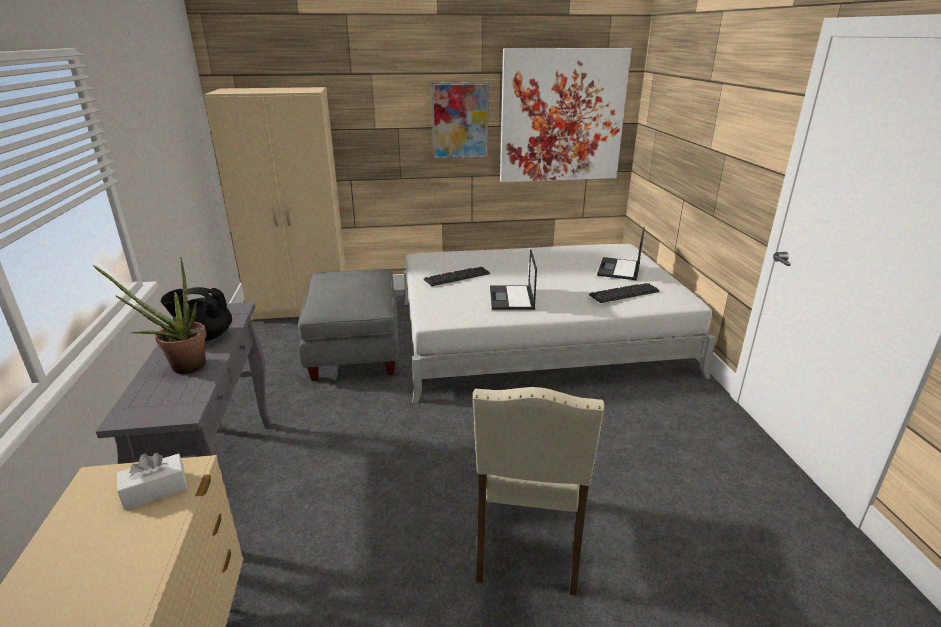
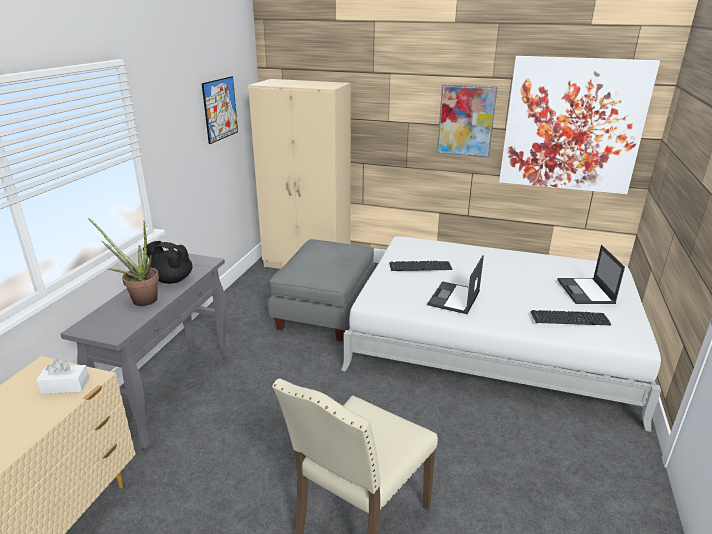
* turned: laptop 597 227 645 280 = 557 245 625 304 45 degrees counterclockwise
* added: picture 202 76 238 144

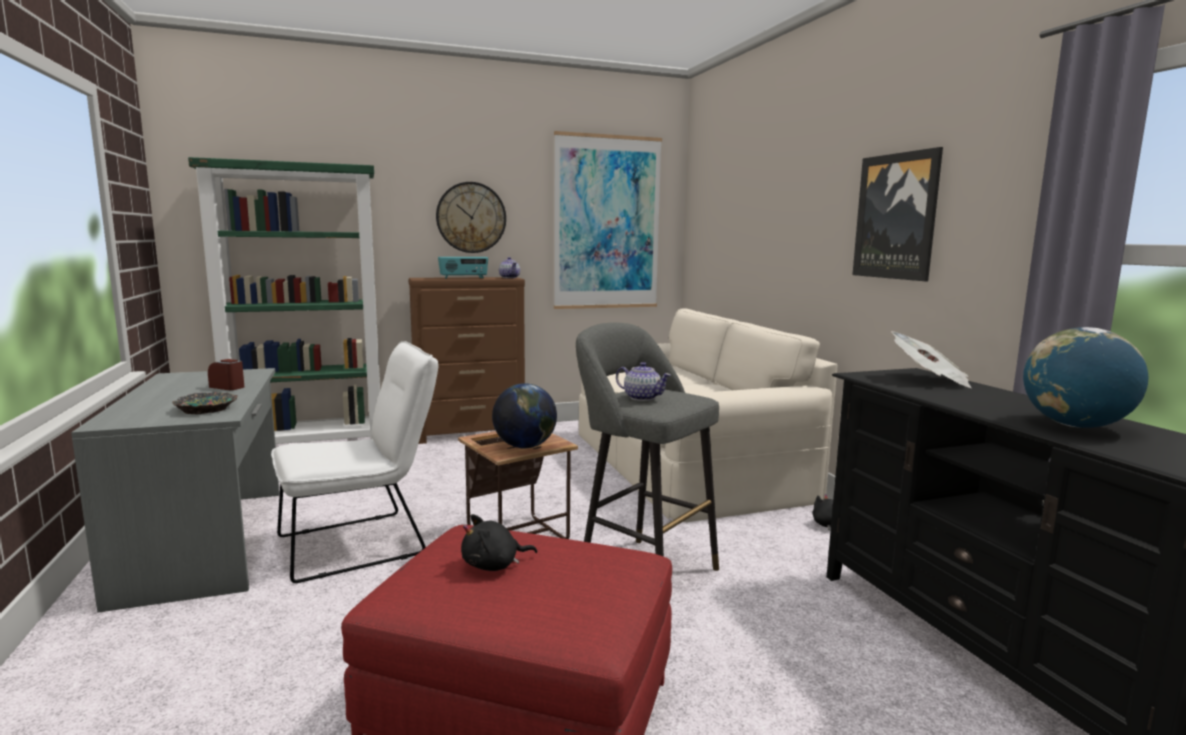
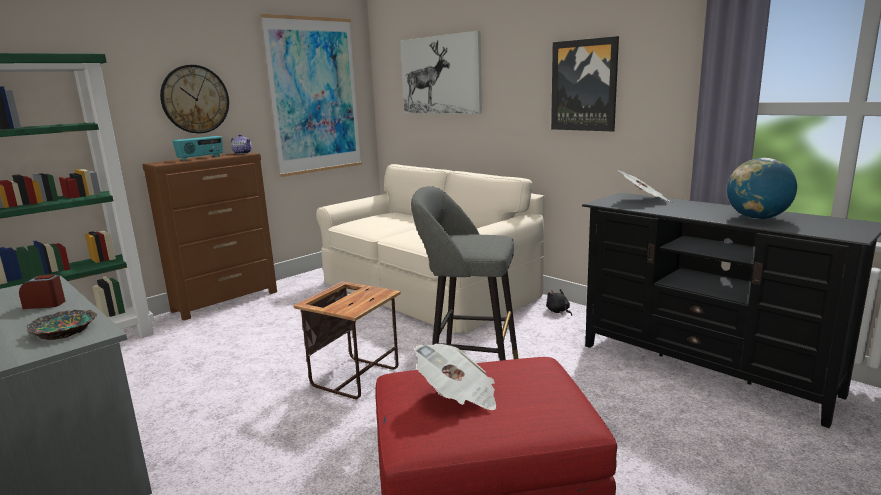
* removed: chair (white) 271 341 439 583
* removed: teapot 616 362 671 401
* removed: globe 492 383 557 449
* replaced: plush toy (black) 461 514 537 571 to newspaper 415 344 496 410
* added: picture 400 31 482 114

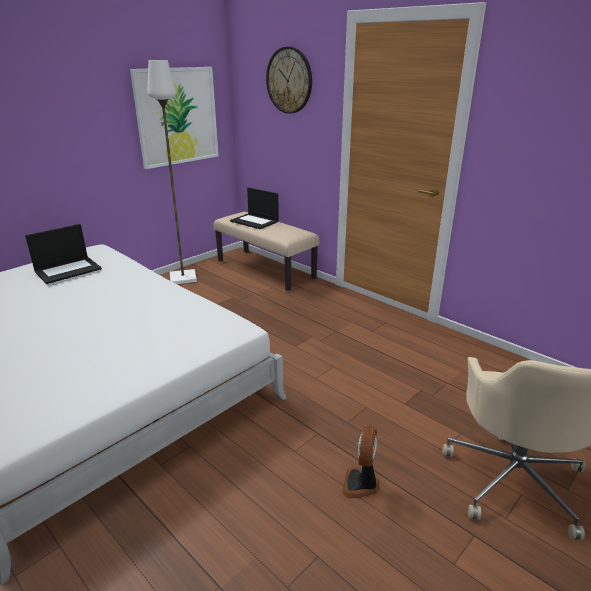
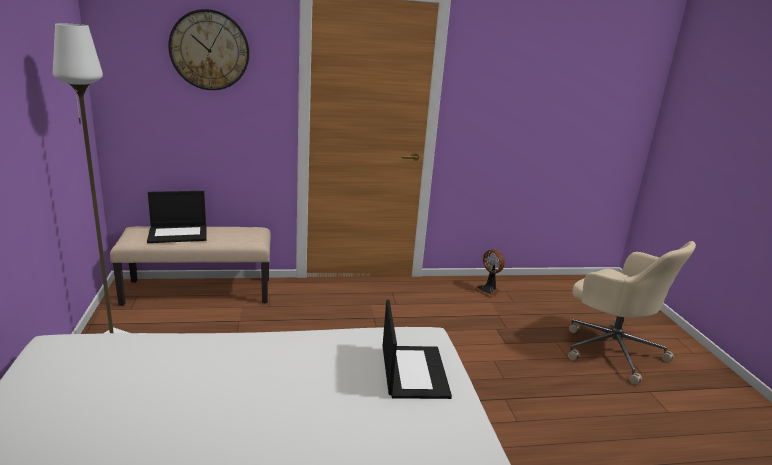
* removed: picture 130 67 218 169
* moved: laptop 25 224 102 284 to 383 300 452 399
* moved: fan 342 425 379 498 to 473 249 505 298

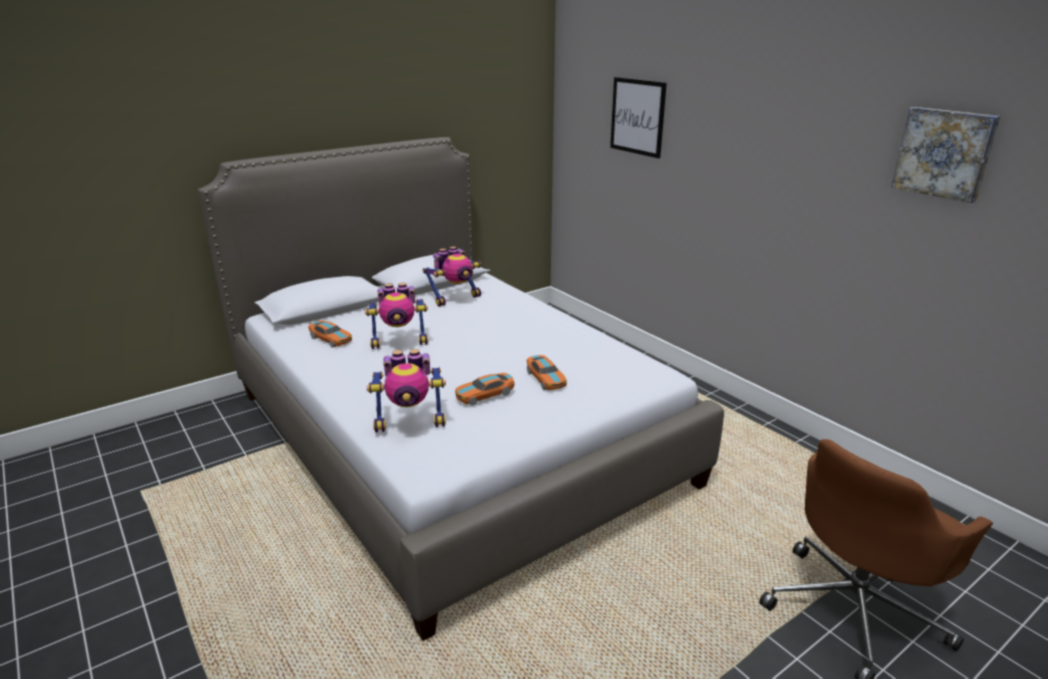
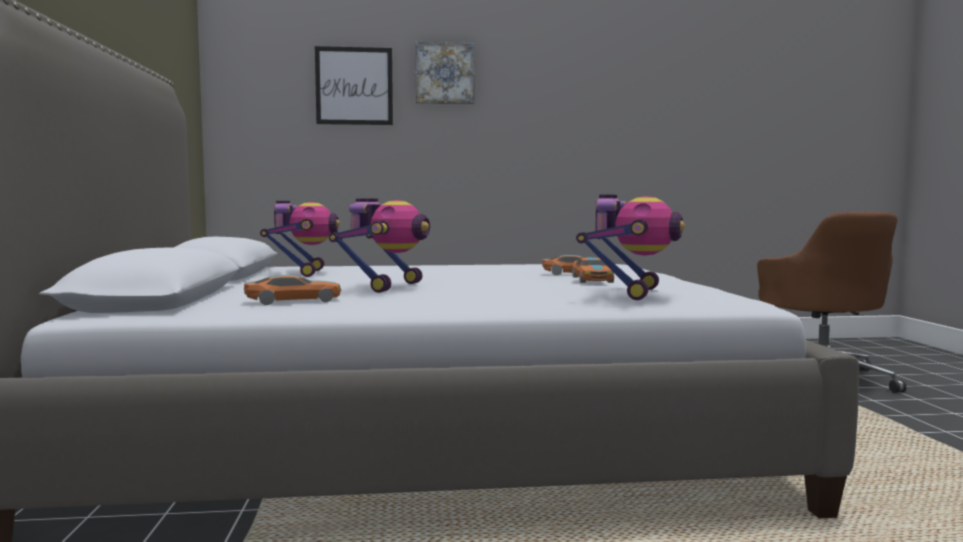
* moved: picture 891 107 1001 203 to 415 42 474 104

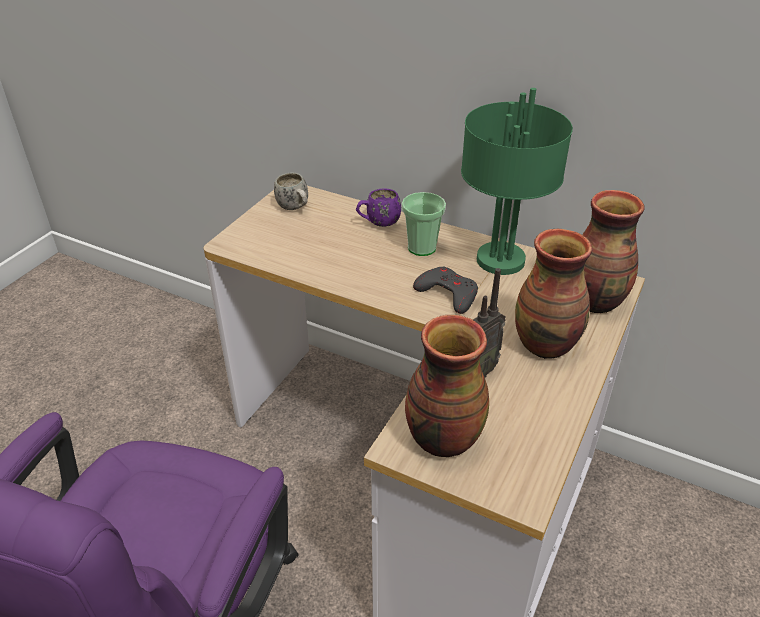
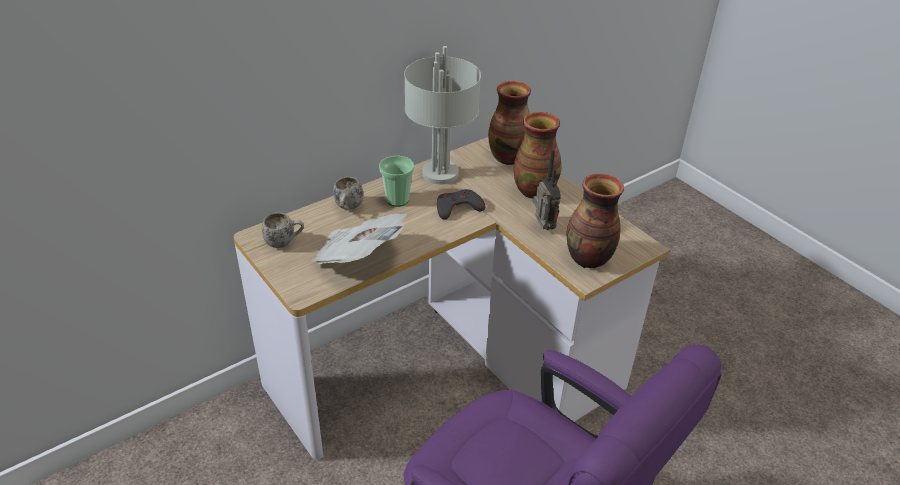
* recoloured: table lamp (green) 461 88 573 275 to table lamp (grey) 404 46 481 184
* recoloured: mug (purple) 356 188 401 227 to mug (white) 333 177 364 210
* added: newspaper 311 214 407 264

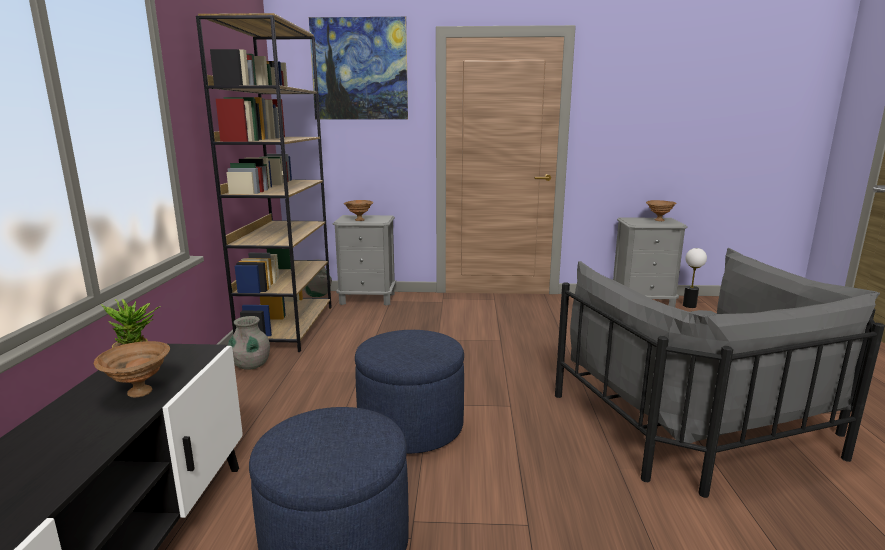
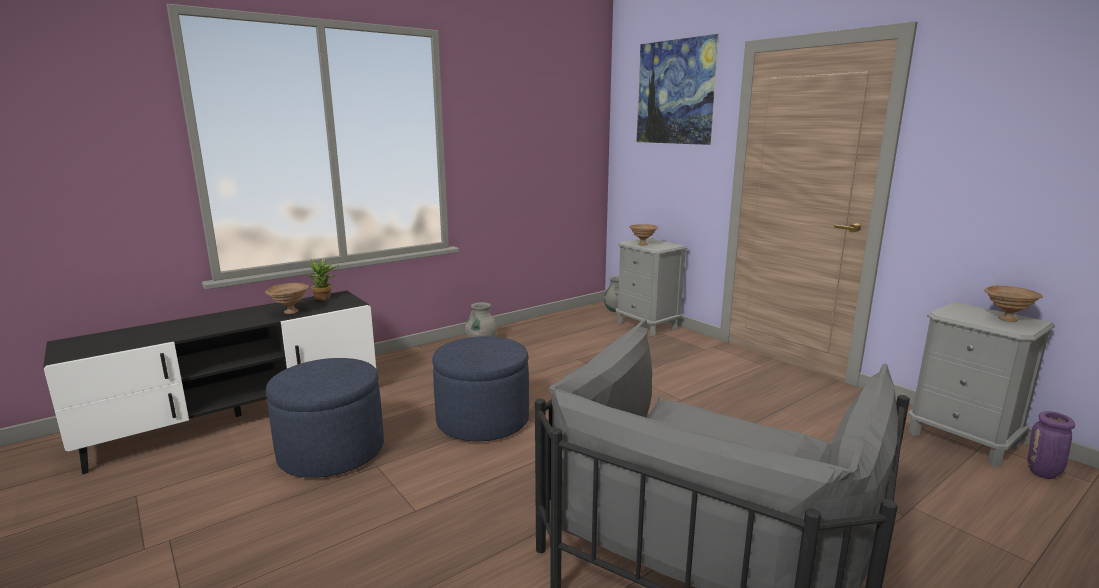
* removed: bookcase (brown) 196 13 332 352
* replaced: table lamp 683 248 707 308 to vase (purple) 1028 411 1075 479

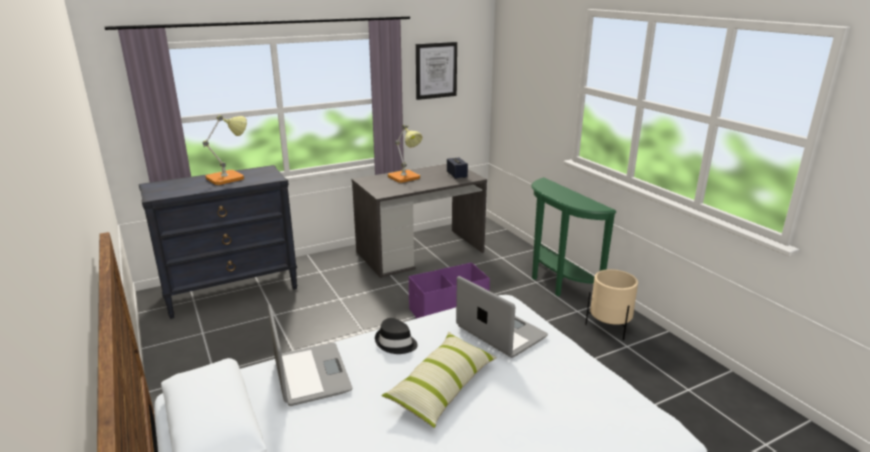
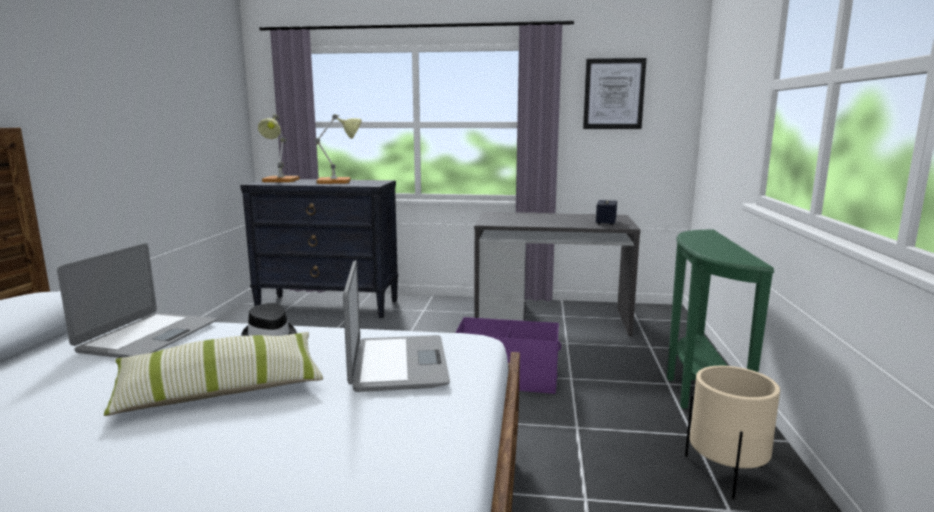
* moved: table lamp 388 125 422 183 to 258 114 300 182

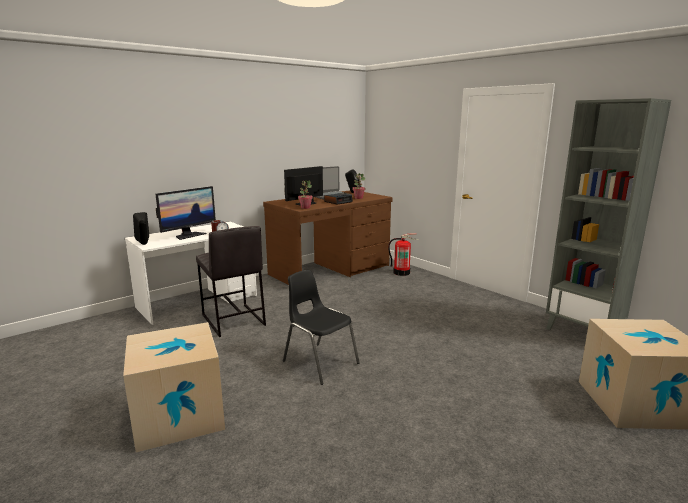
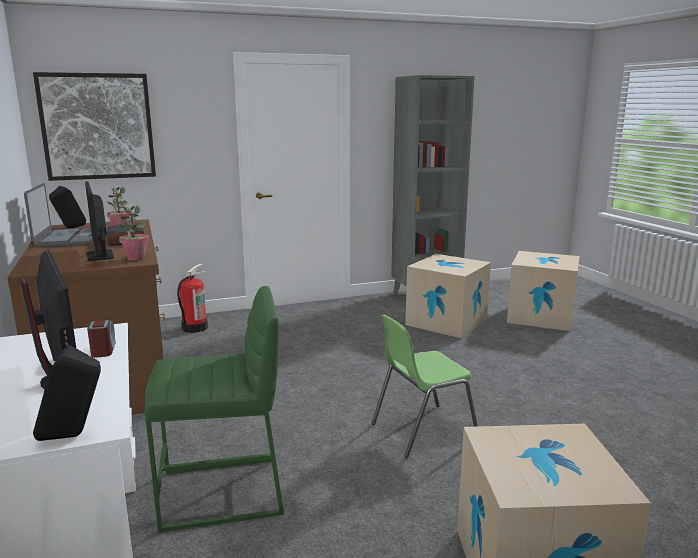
* recoloured: stool (grey) 196 226 266 337 to stool (green) 144 286 284 532
* recoloured: chair (black) 283 270 360 385 to chair (green) 372 315 478 458
* added: picture 33 72 156 181
* added: cardboard box 405 254 491 338

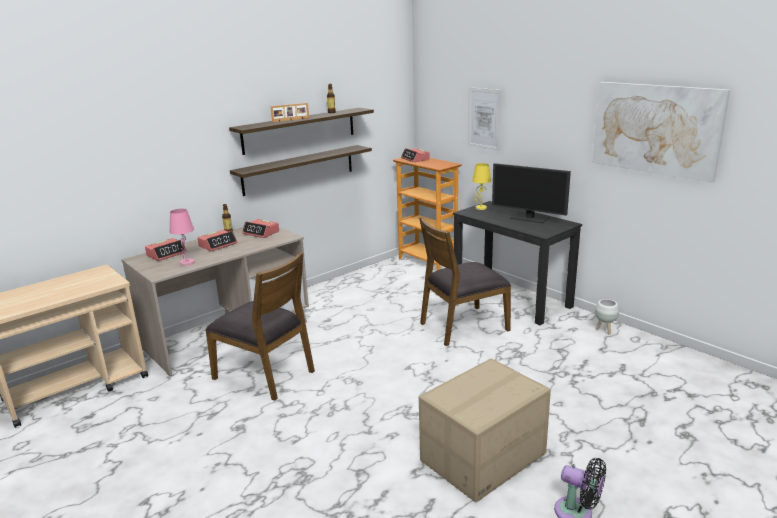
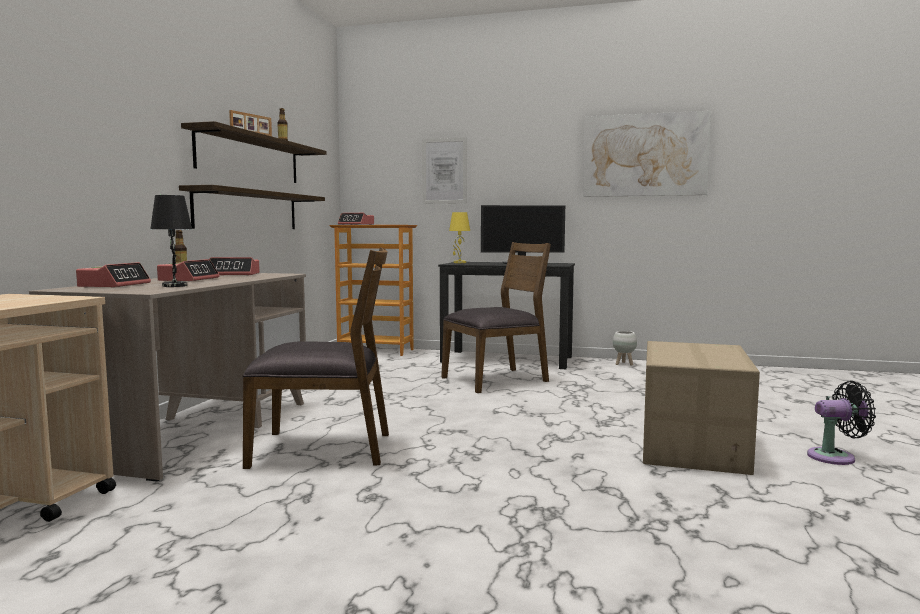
* recoloured: table lamp (pink) 170 209 195 266 to table lamp (black) 150 195 192 287
* turned: chair (brown) 419 217 511 346 = 441 242 551 393 150 degrees counterclockwise

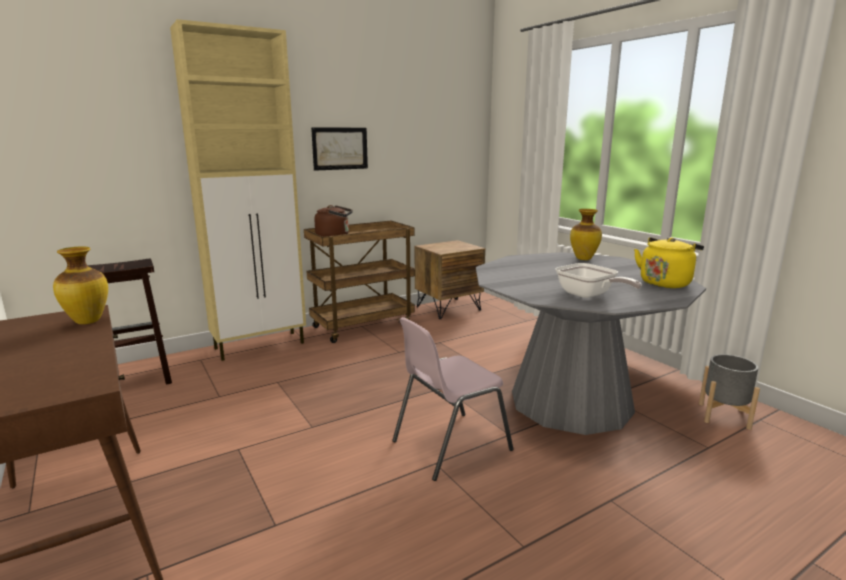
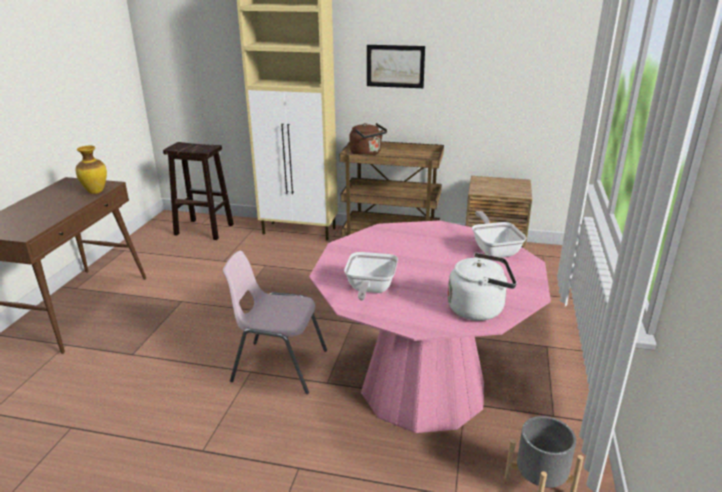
* replaced: vase 570 209 602 260 to frying pan 472 211 527 257
* recoloured: kettle (yellow) 634 237 704 288 to kettle (white) 448 253 517 321
* recoloured: dining table (grey) 476 252 706 435 to dining table (pink) 309 220 551 433

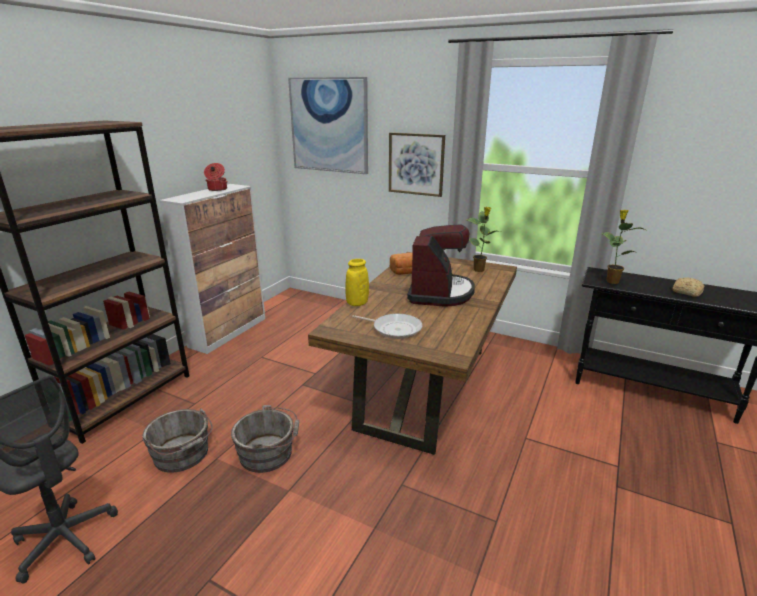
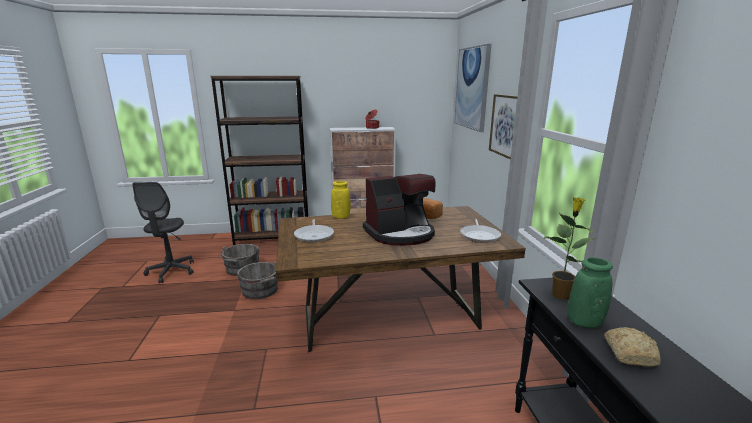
* replaced: potted plant 466 207 501 272 to frying pan 460 219 501 243
* added: vase (green) 567 257 613 328

